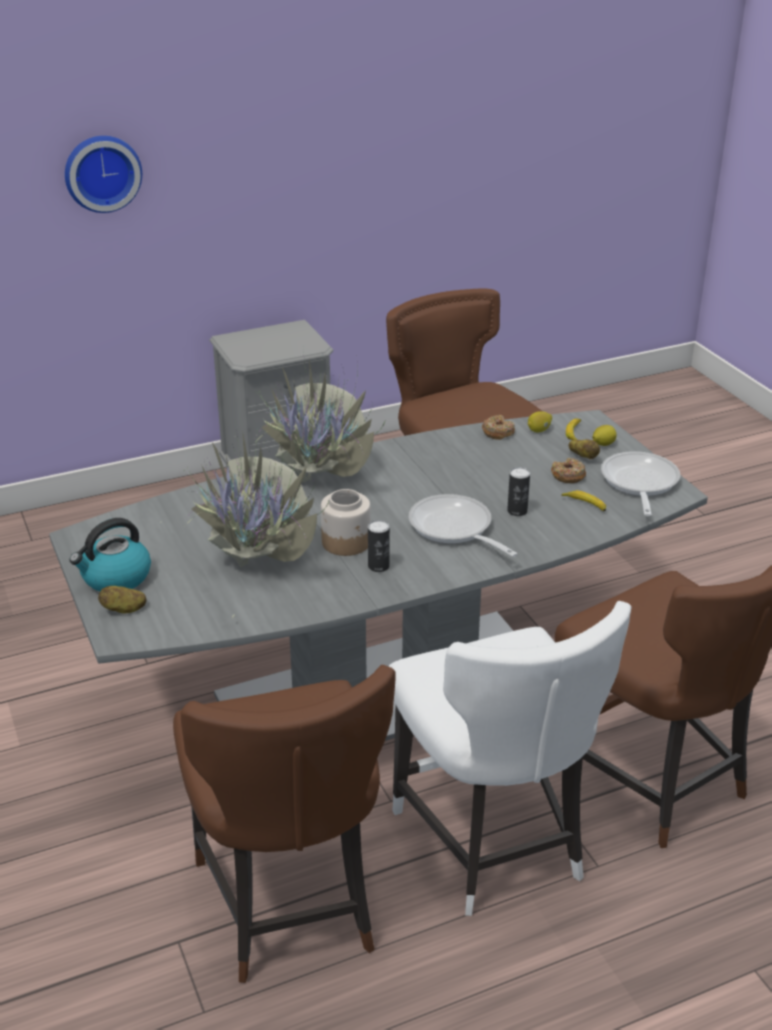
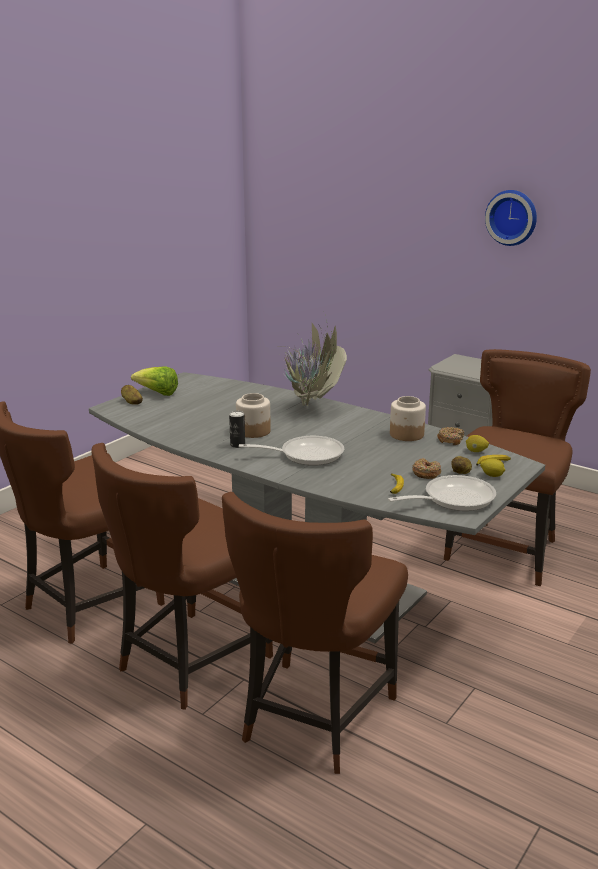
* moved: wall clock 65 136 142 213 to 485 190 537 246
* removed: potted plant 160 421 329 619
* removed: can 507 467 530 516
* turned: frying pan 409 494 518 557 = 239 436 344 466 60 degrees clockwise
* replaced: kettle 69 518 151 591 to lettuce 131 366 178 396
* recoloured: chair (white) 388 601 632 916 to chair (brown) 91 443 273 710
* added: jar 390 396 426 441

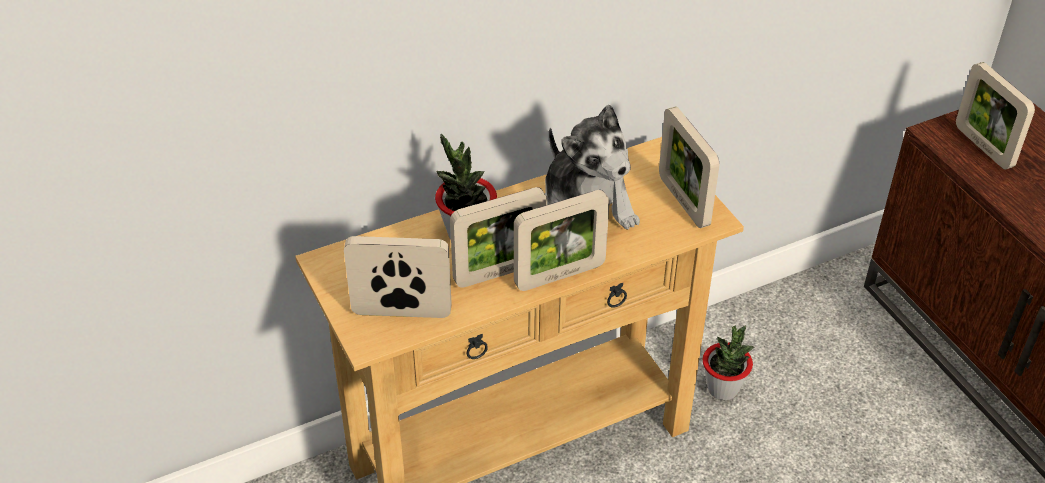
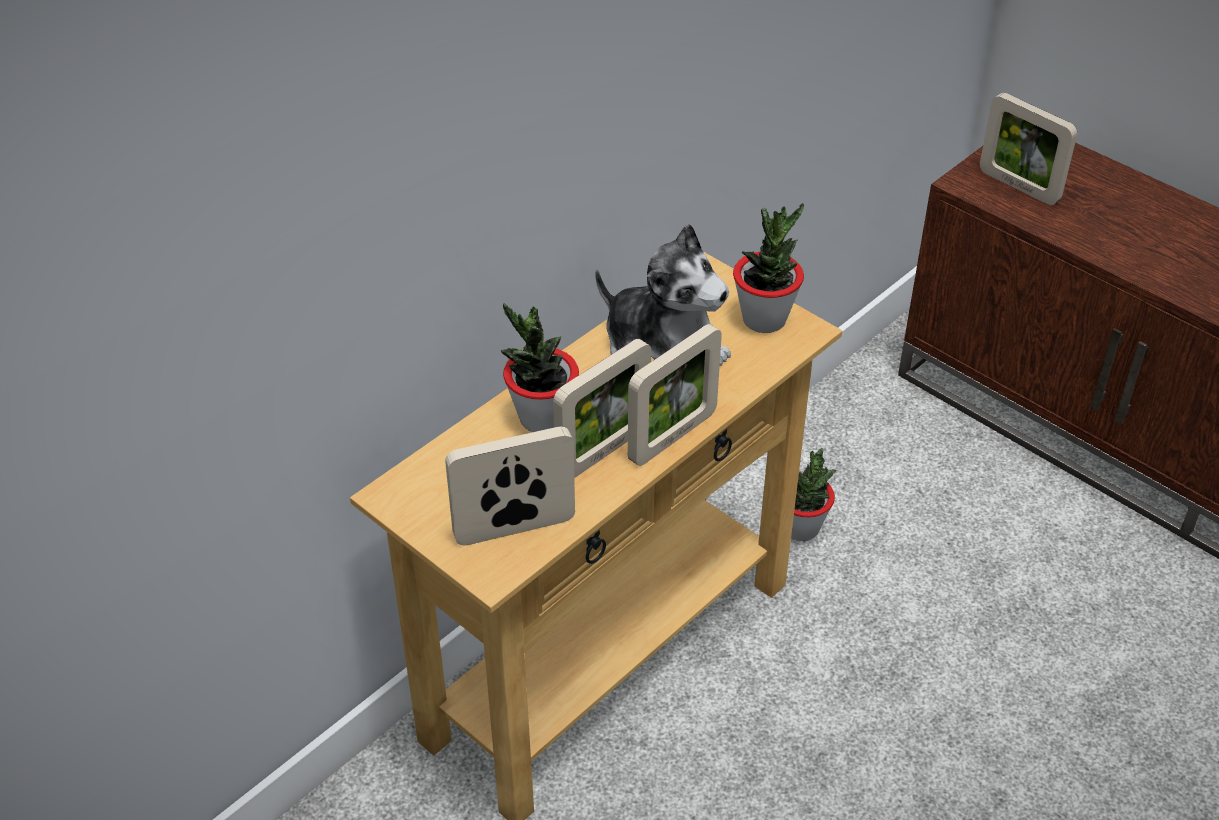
* replaced: picture frame 659 106 719 228 to potted plant 733 203 804 333

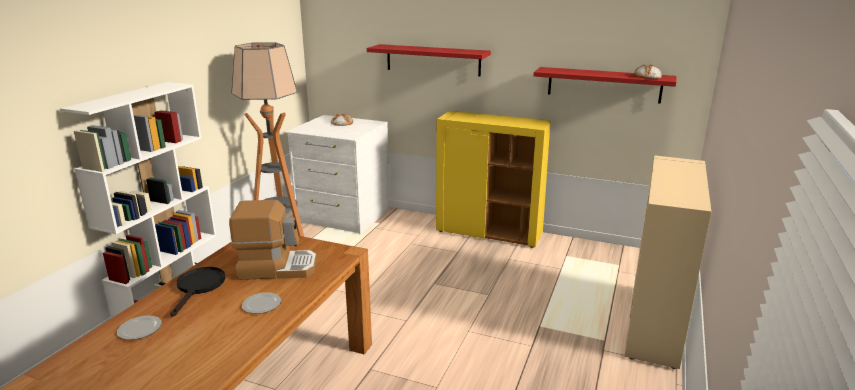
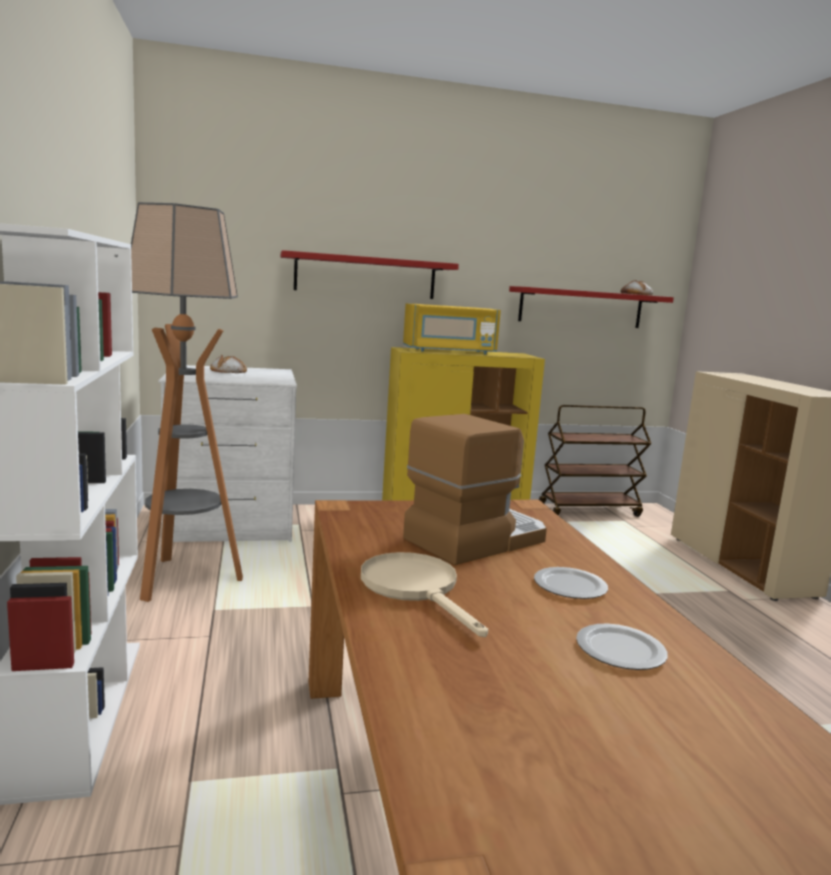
* recoloured: frying pan (black) 170 267 226 317 to frying pan (beige) 361 552 488 637
* moved: plate 117 315 162 340 to 576 624 668 670
* added: microwave (yellow) 403 303 501 354
* added: cart (brown) 539 405 652 517

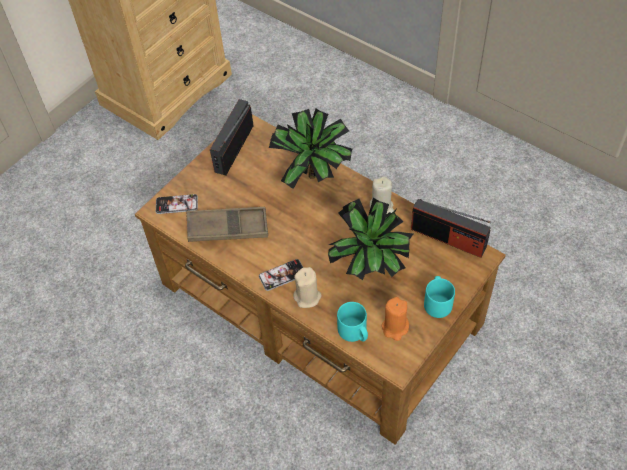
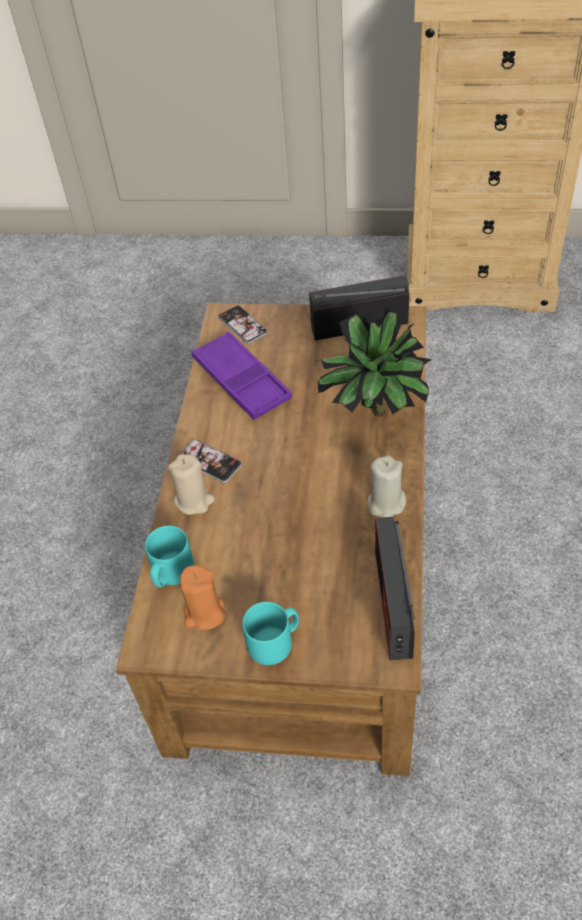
* removed: potted plant 328 198 413 280
* recoloured: tray (brown) 187 207 268 242 to tray (purple) 192 331 292 420

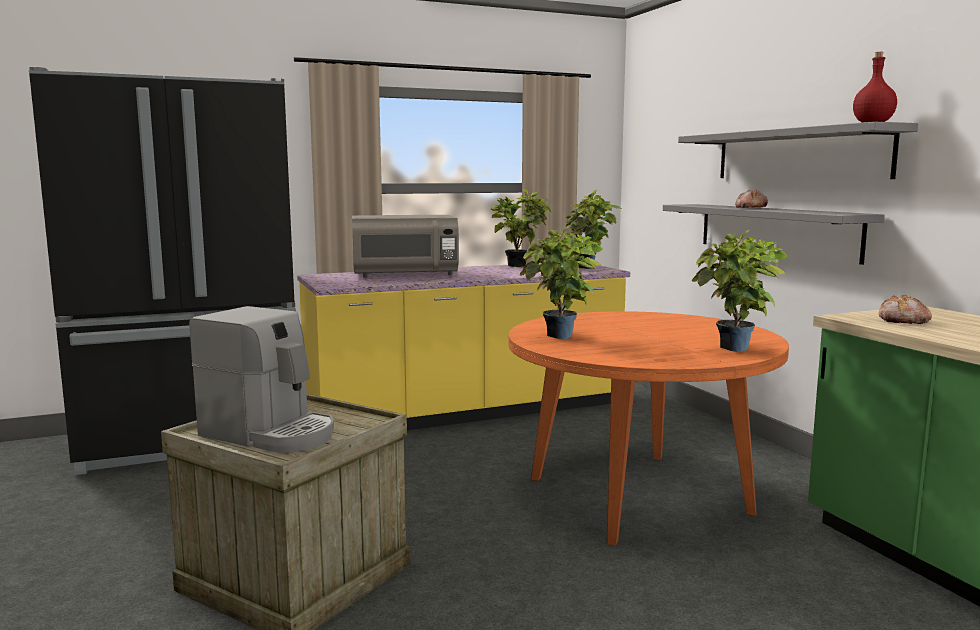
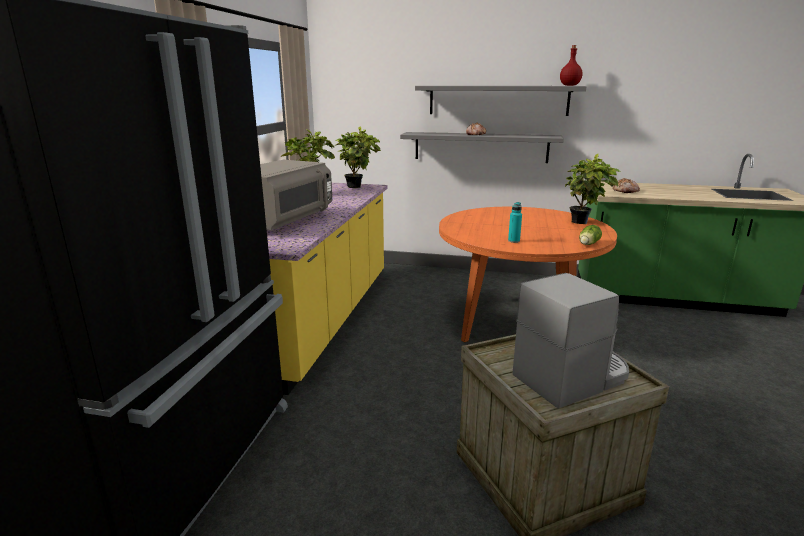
* replaced: potted plant 520 225 603 339 to bottle (turquoise) 508 202 522 243
* added: lettuce 579 225 602 245

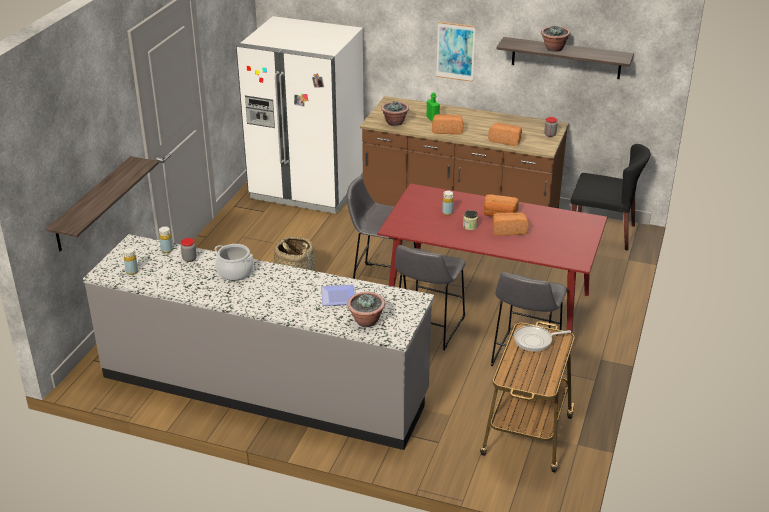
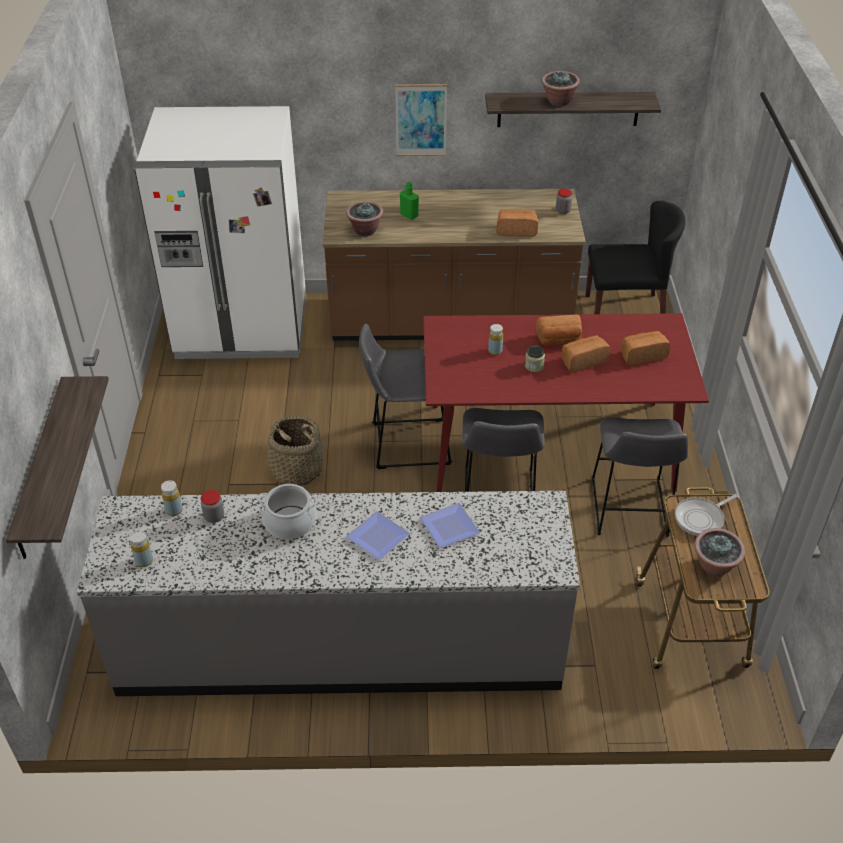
* moved: bread 432 114 463 135 to 621 331 670 366
* moved: potted plant 347 292 385 327 to 695 528 745 576
* added: plate 346 511 410 560

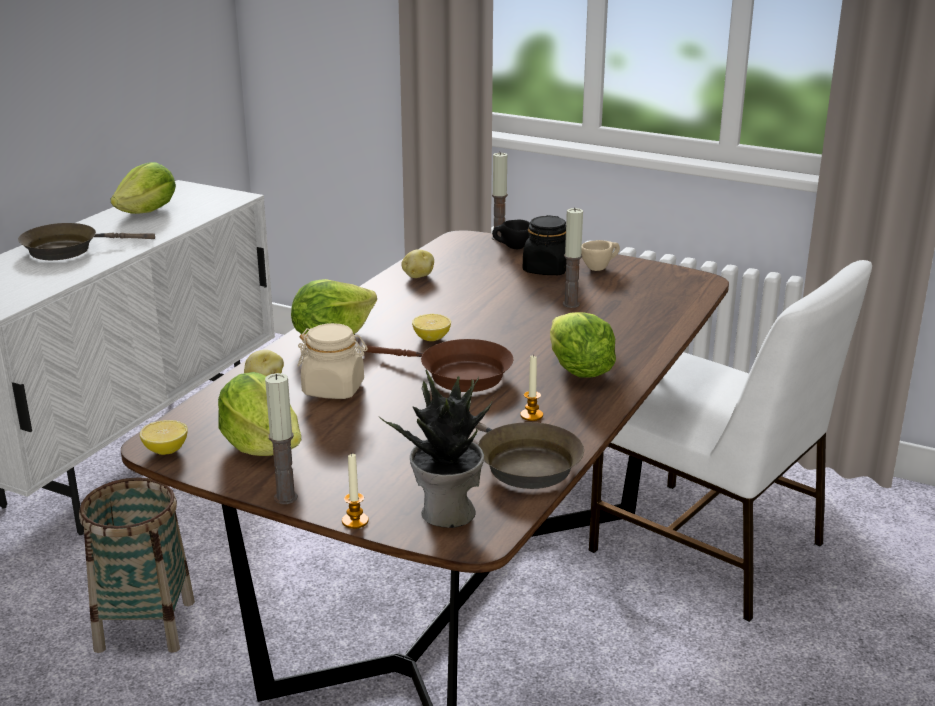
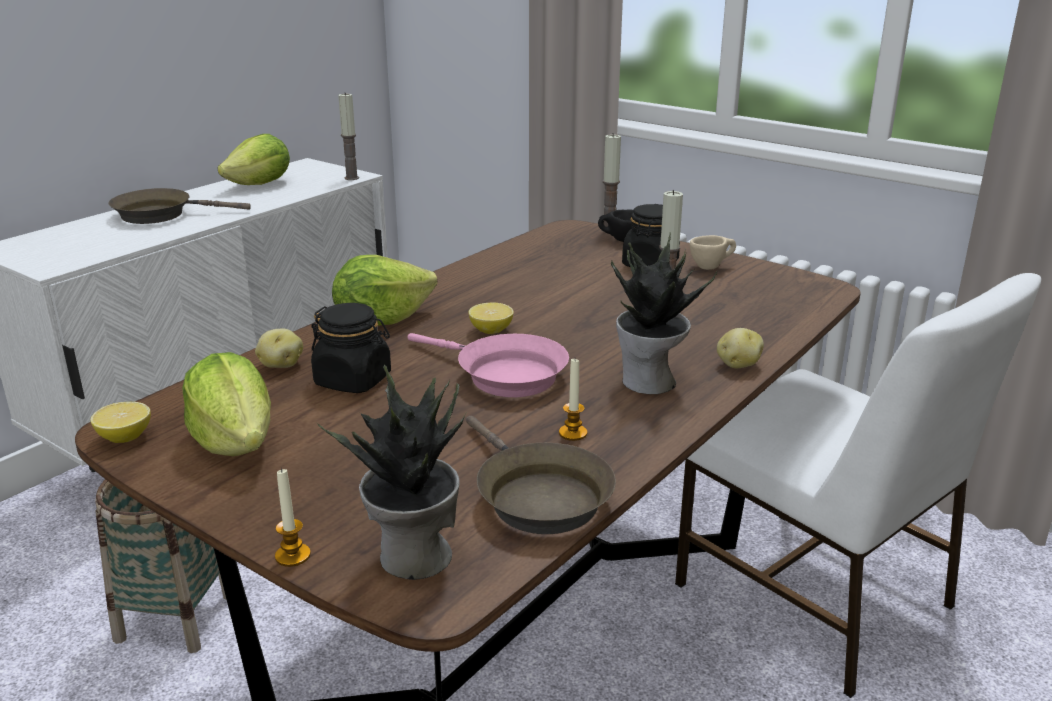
* moved: potato 401 249 434 278 to 717 328 764 368
* replaced: lettuce 550 312 616 378 to potted plant 611 232 717 394
* recoloured: jar (beige) 297 323 368 399 to jar (black) 311 303 391 393
* recoloured: frying pan (brown) 365 339 514 392 to frying pan (pink) 408 333 569 397
* moved: candle 265 373 298 504 to 338 92 359 180

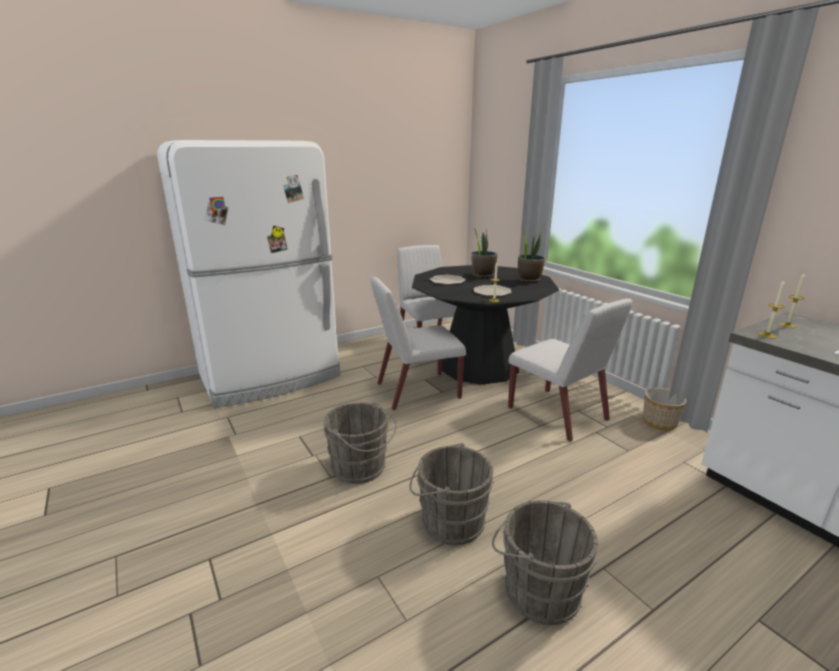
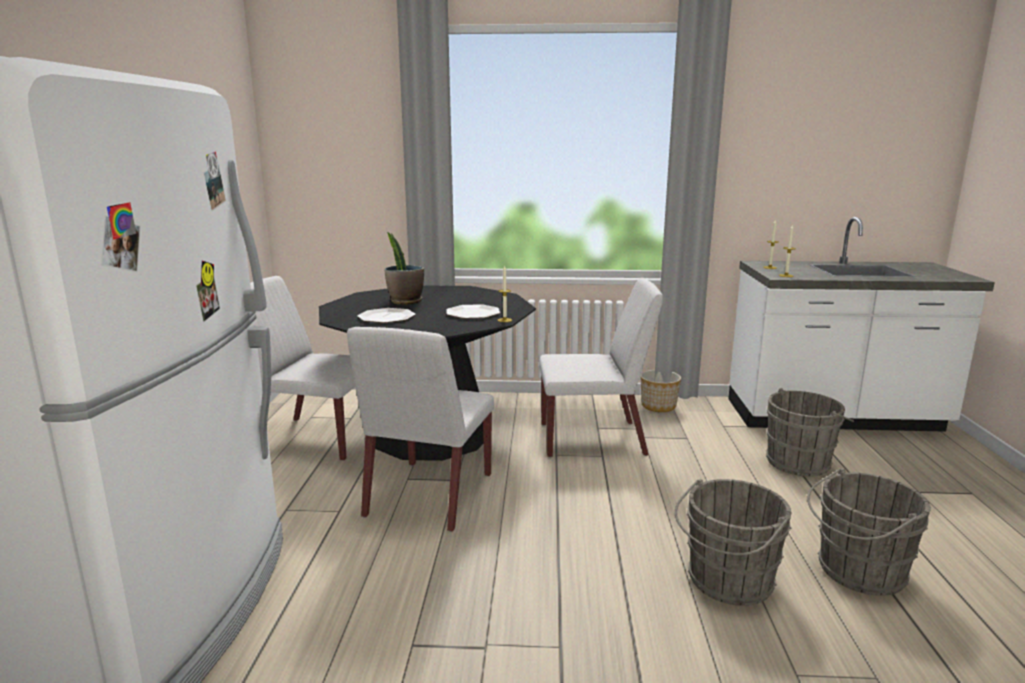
* removed: potted plant 518 230 545 283
* moved: bucket (grey) 323 402 397 484 to 766 388 854 477

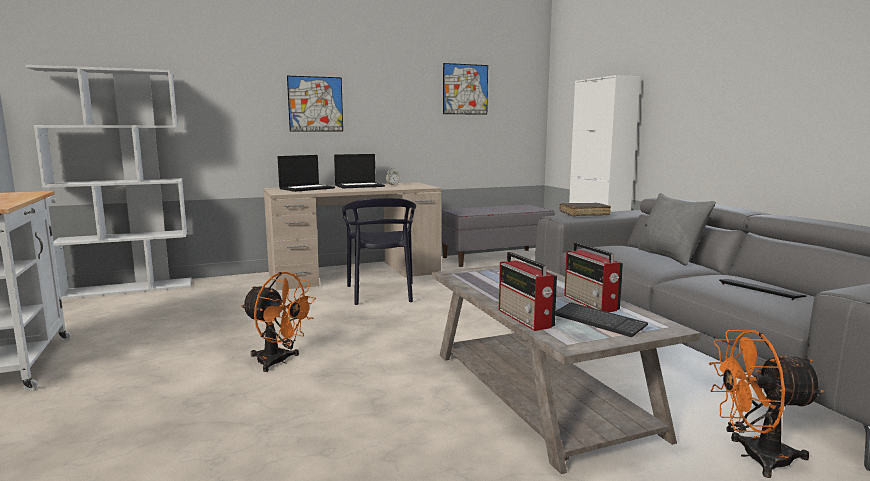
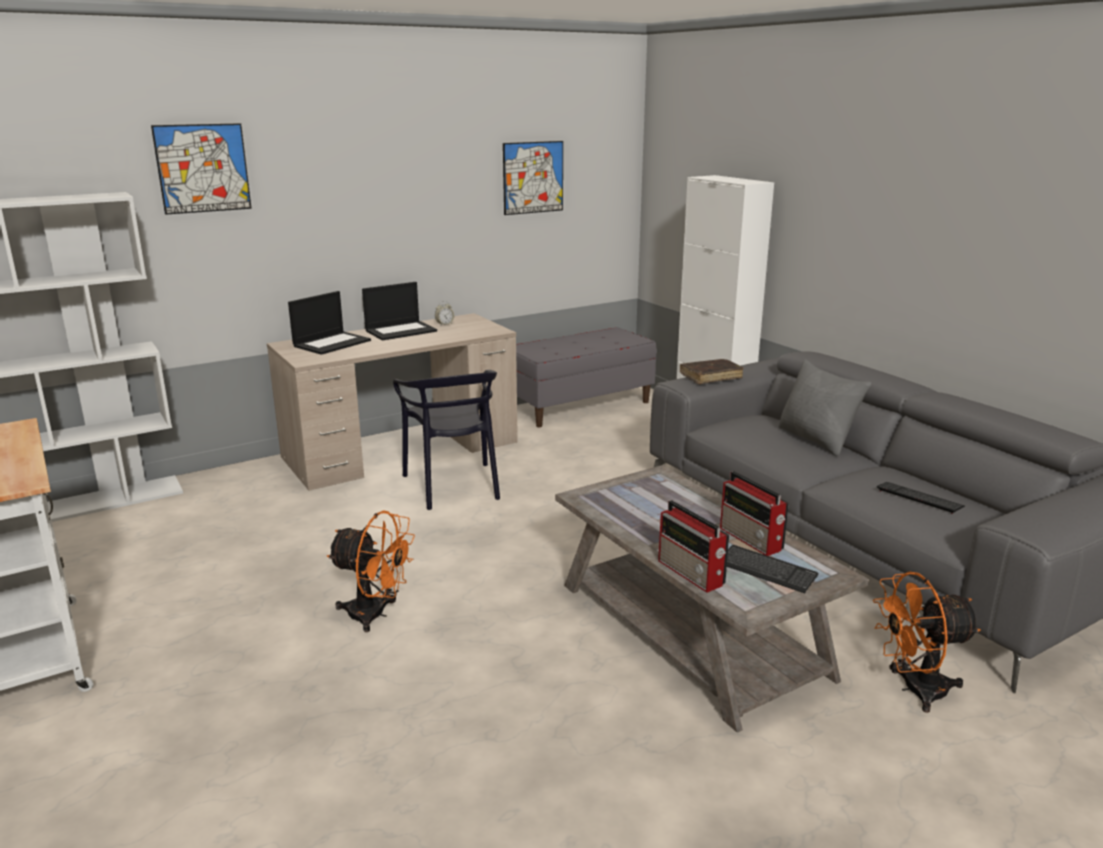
* moved: picture 287 76 343 132 to 151 123 252 215

